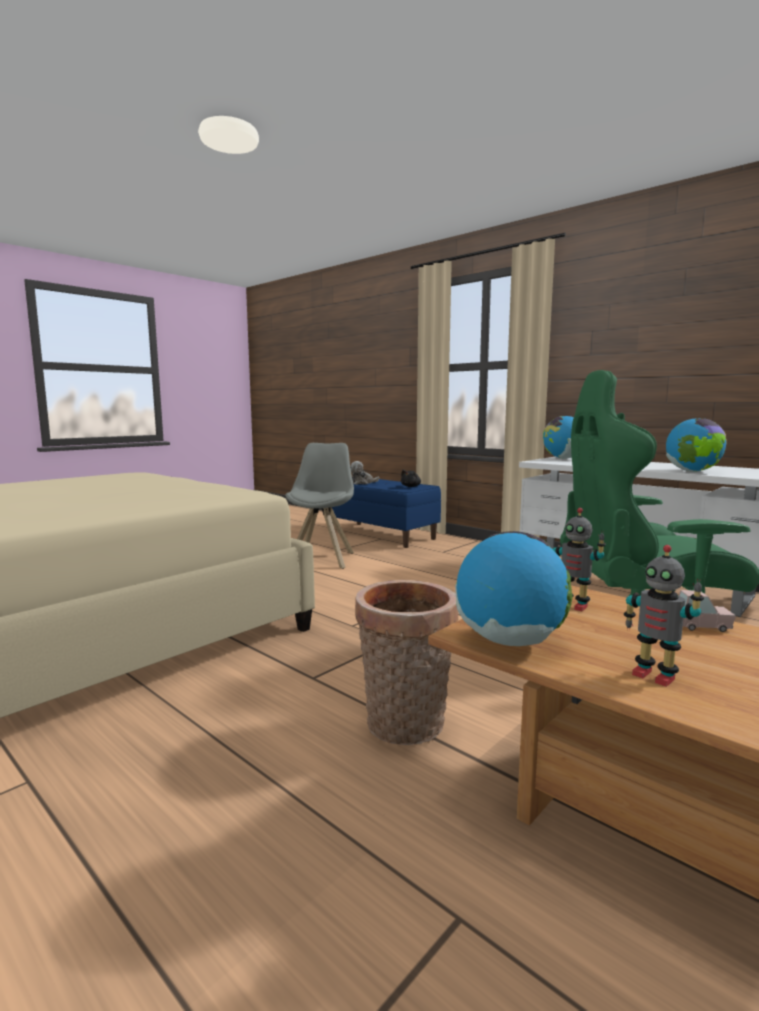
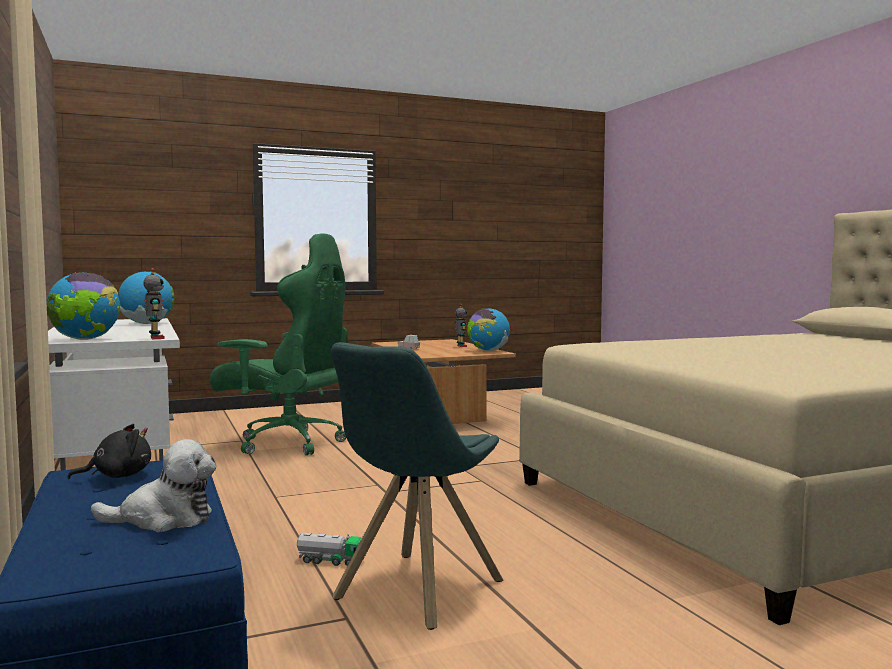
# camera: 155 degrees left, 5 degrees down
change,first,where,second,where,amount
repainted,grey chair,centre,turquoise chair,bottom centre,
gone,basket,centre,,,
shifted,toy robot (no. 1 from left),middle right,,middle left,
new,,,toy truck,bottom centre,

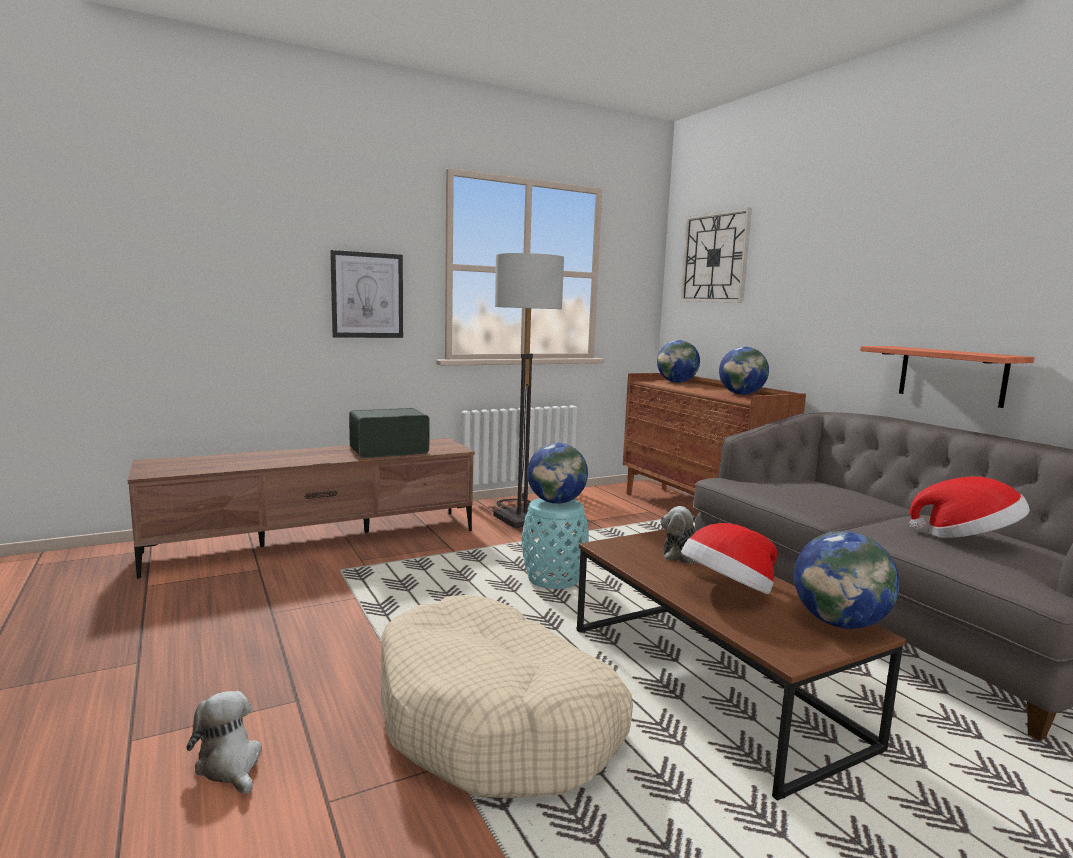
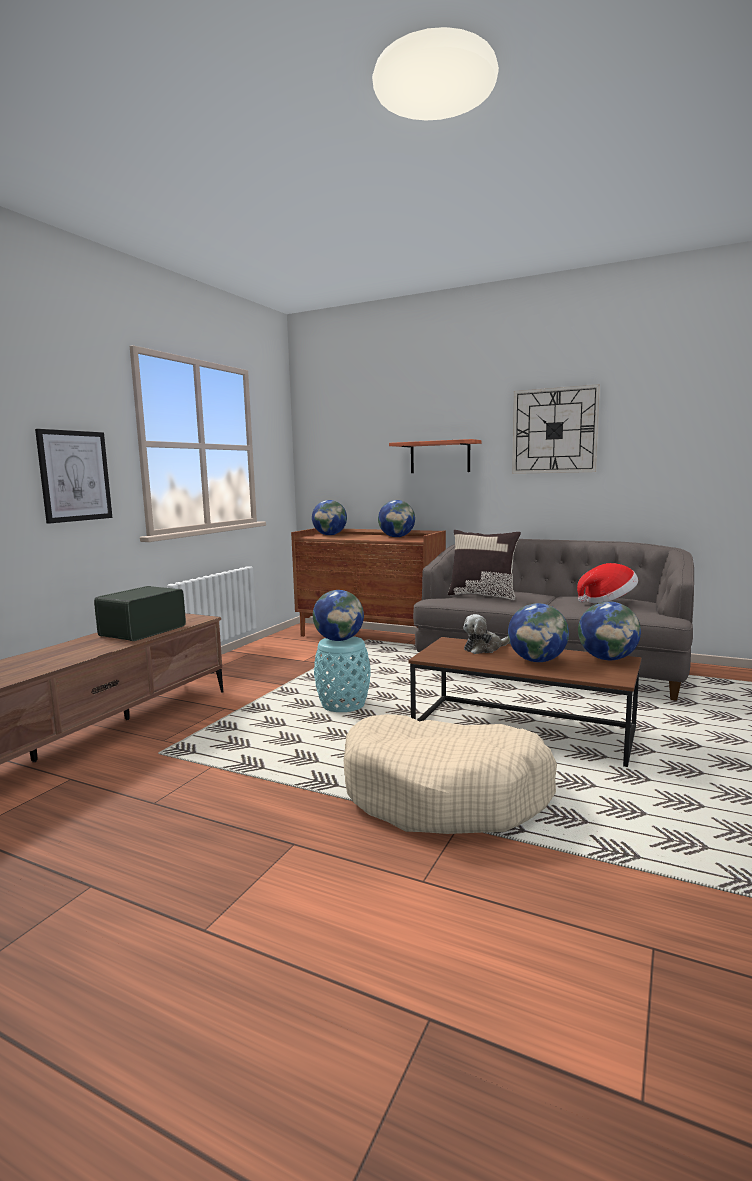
# camera: 35 degrees left, 0 degrees up
change,first,where,second,where,amount
gone,plush toy (no. 1 from left),bottom left,,,
gone,floor lamp,centre,,,
shifted,wall clock,top right,,middle right,
swapped,hat (no. 1 from left),middle right,globe (no. 4 from left),middle right,
shifted,shelf,middle right,,centre,
new,,,pillow,centre,

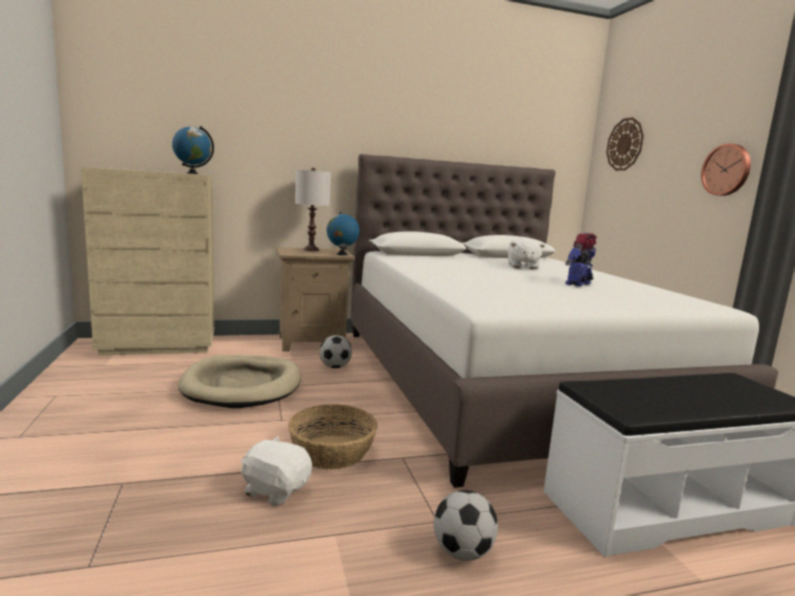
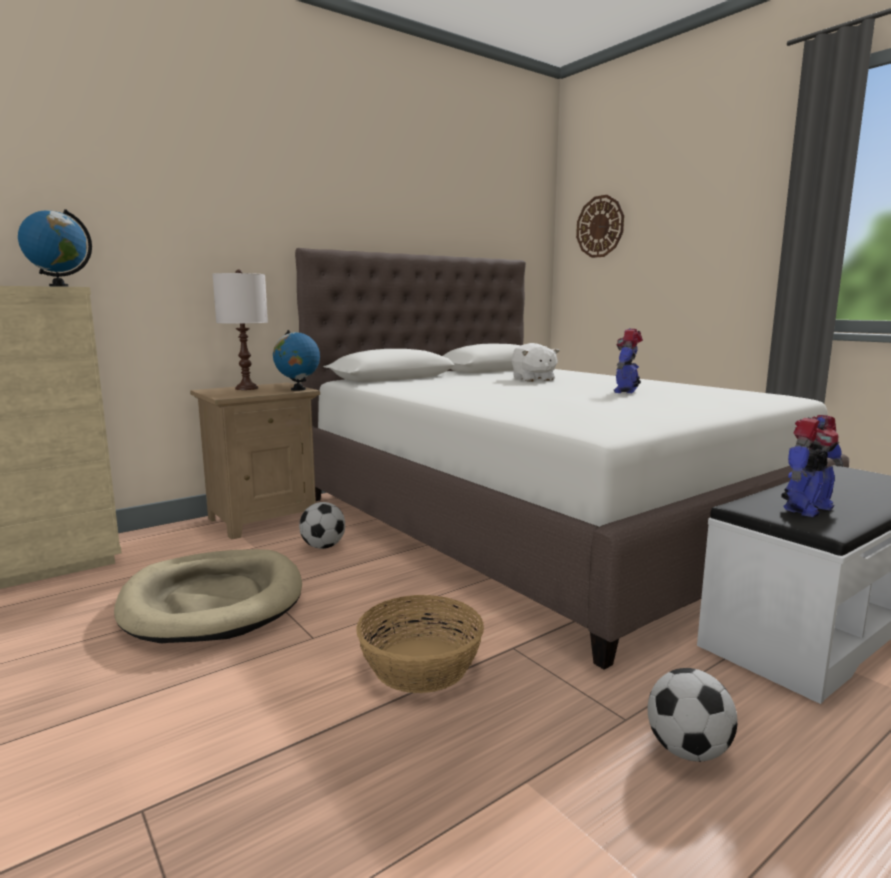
# camera: 20 degrees left, 0 degrees up
change,first,where,second,where,amount
gone,white plush toy (no. 1 from left),bottom centre,,,
gone,wall clock (no. 2 from left),top right,,,
new,,,toy robot (no. 2 from left),middle right,

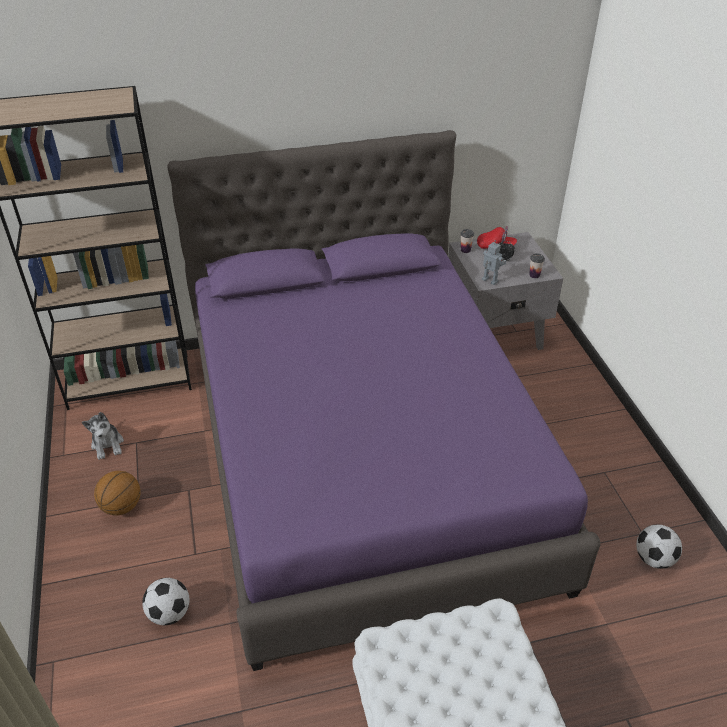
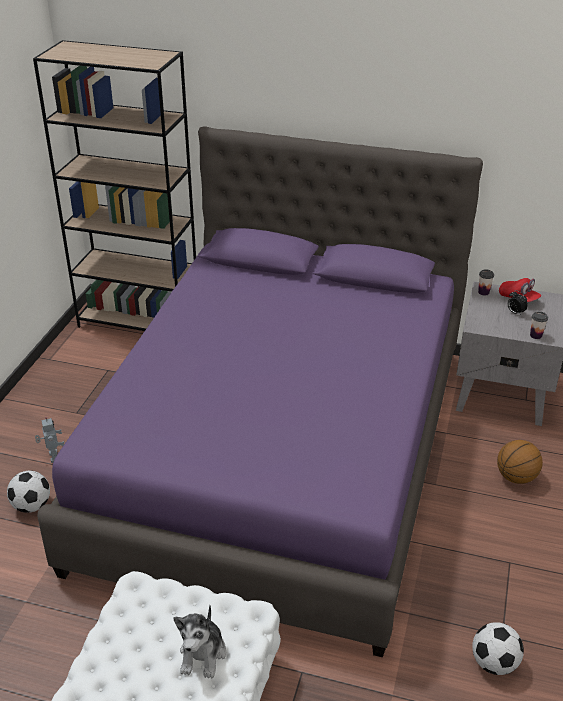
# camera: 30 degrees right, 5 degrees down
change,first,where,second,where,amount
shifted,plush toy,middle left,,bottom centre,
shifted,basketball,bottom left,,middle right,
shifted,toy robot,middle right,,middle left,

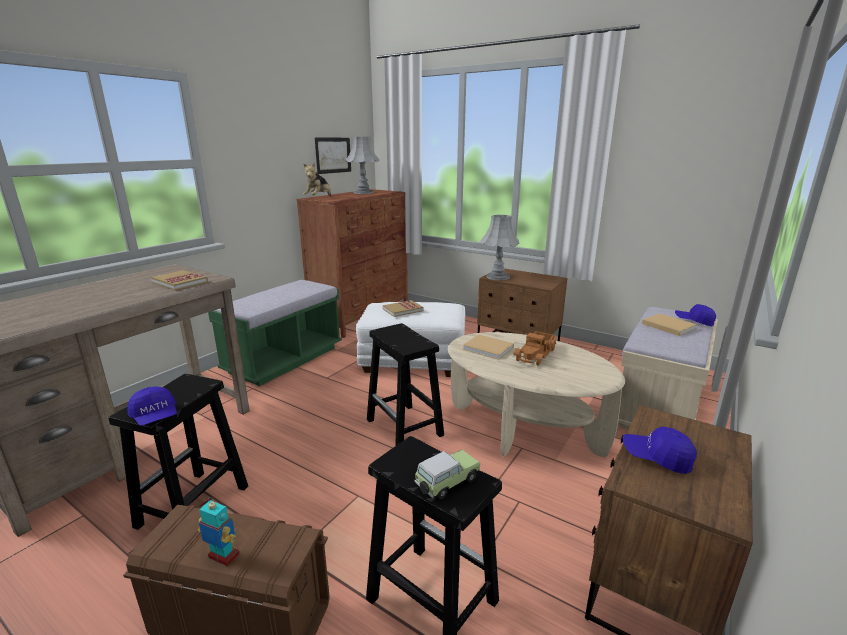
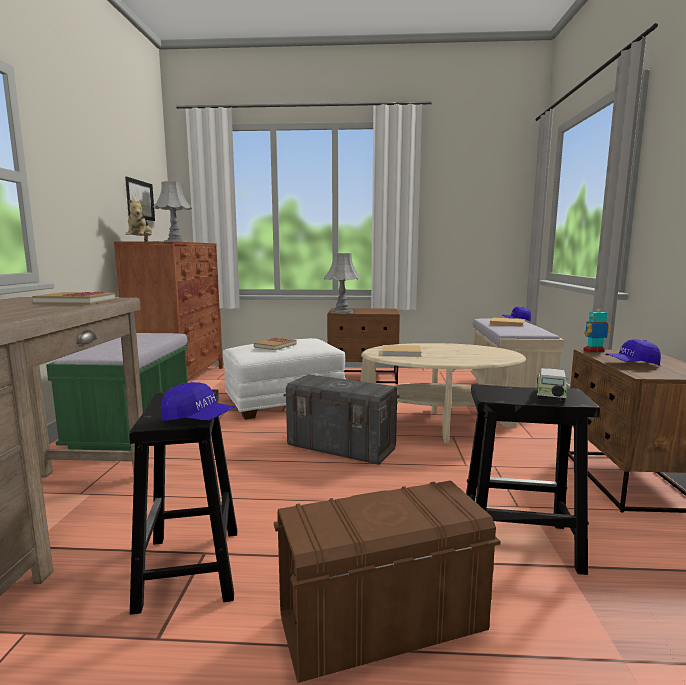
# camera: 30 degrees left, 10 degrees down
change,first,where,second,where,amount
shifted,toy robot,bottom left,,middle right,
swapped,black stool (no. 2 from left),centre,grey storage box,centre,
gone,toy truck,centre,,,

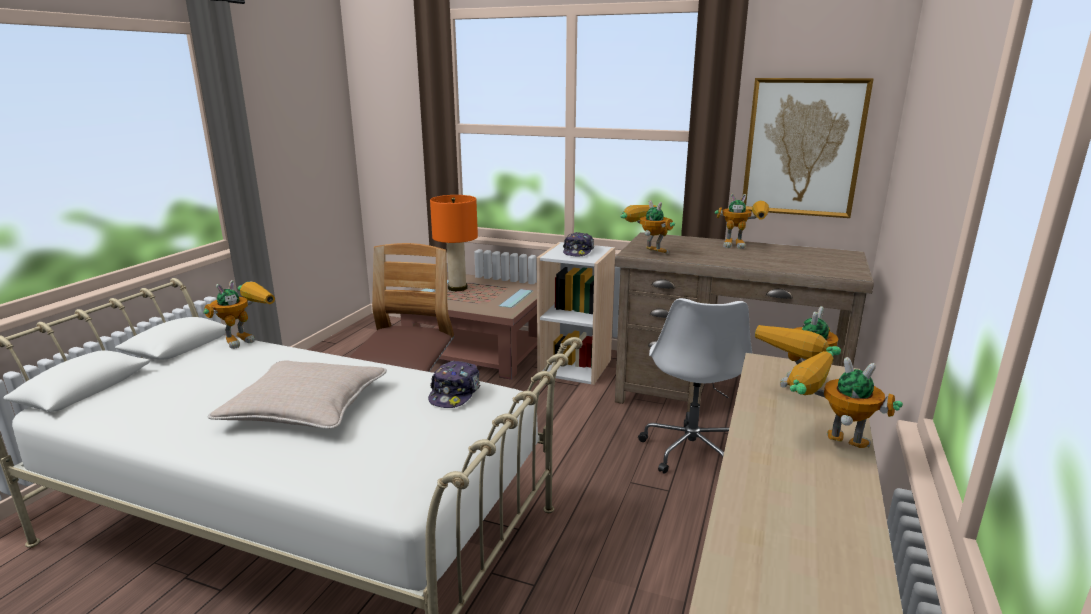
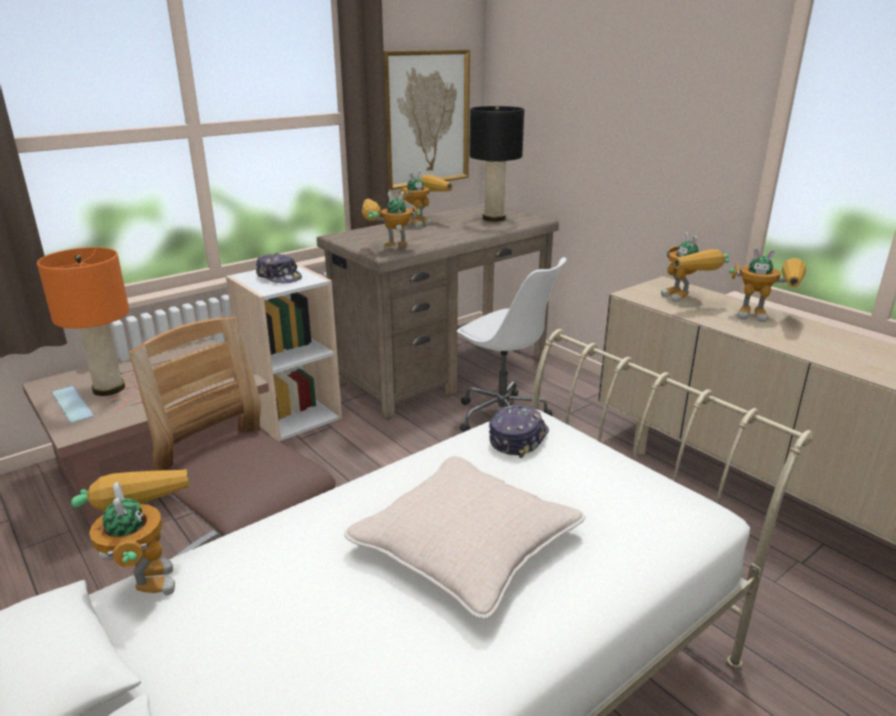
# camera: 60 degrees left, 5 degrees up
change,first,where,second,where,amount
rotated,cap (no. 1 from left in the first image),centre,cap (no. 2 from left),centre,105 degrees counterclockwise
rotated,toy robot (no. 5 from left),middle right,,middle right,135 degrees counterclockwise
new,,,black table lamp,top centre,

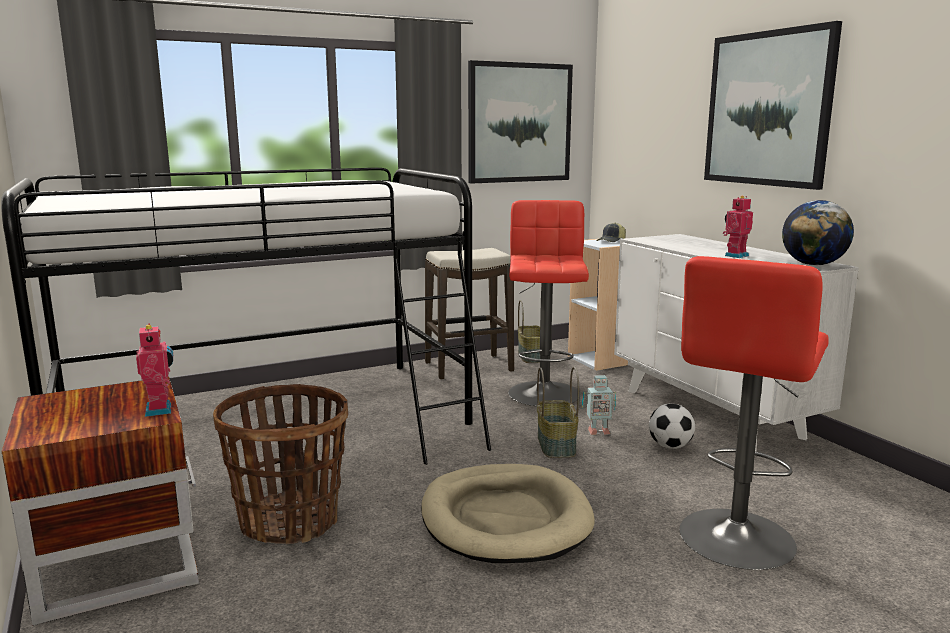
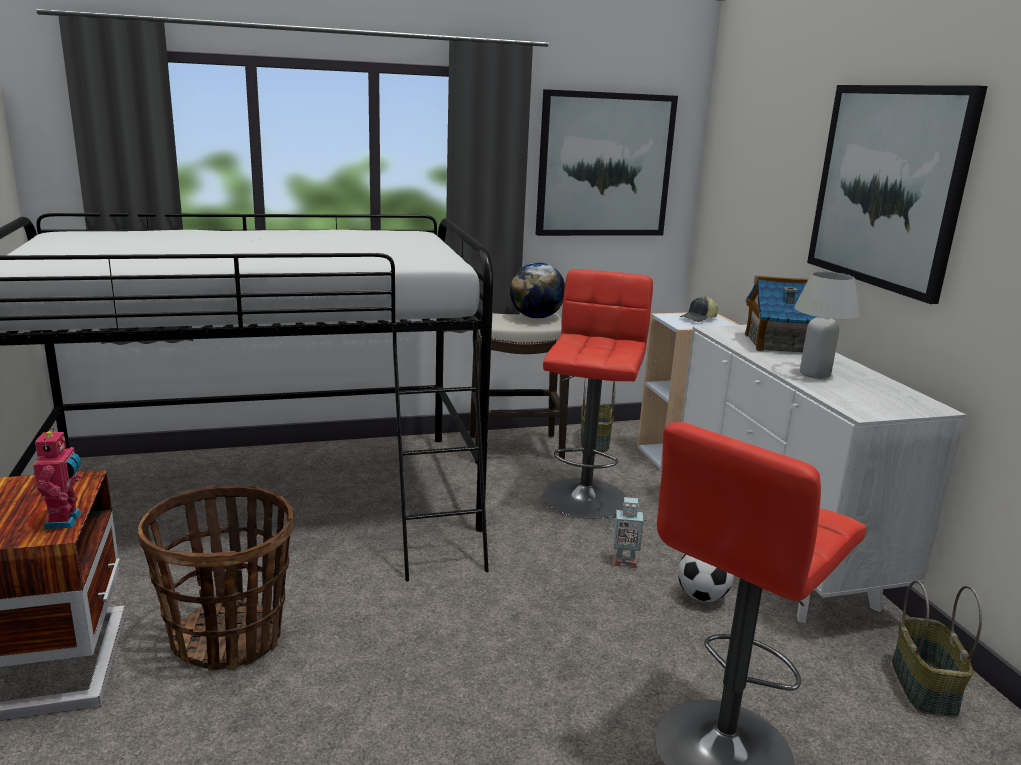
# camera: 10 degrees right, 5 degrees up
change,first,where,second,where,amount
gone,beige dog bed,bottom centre,,,
shifted,basket (no. 3 from left),centre,,bottom right,
swapped,toy robot (no. 3 from left),middle right,white table lamp,middle right,
shifted,globe,middle right,,centre,
new,,,toy house,middle right,

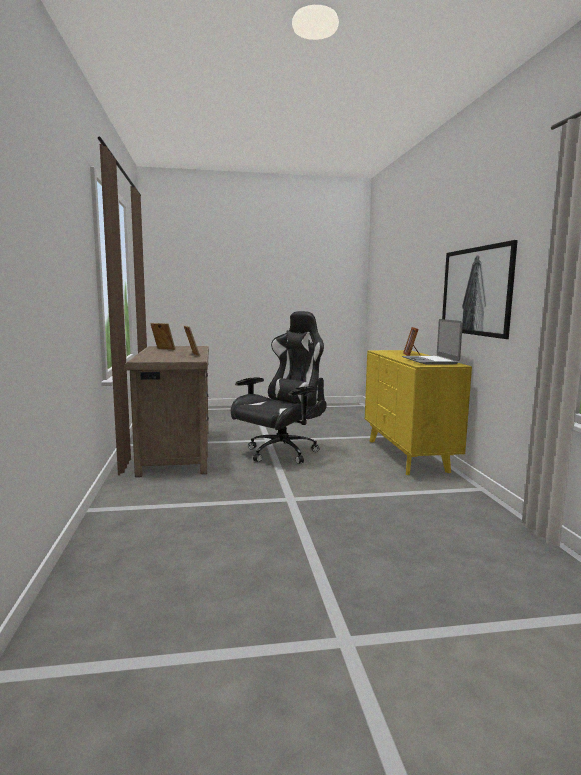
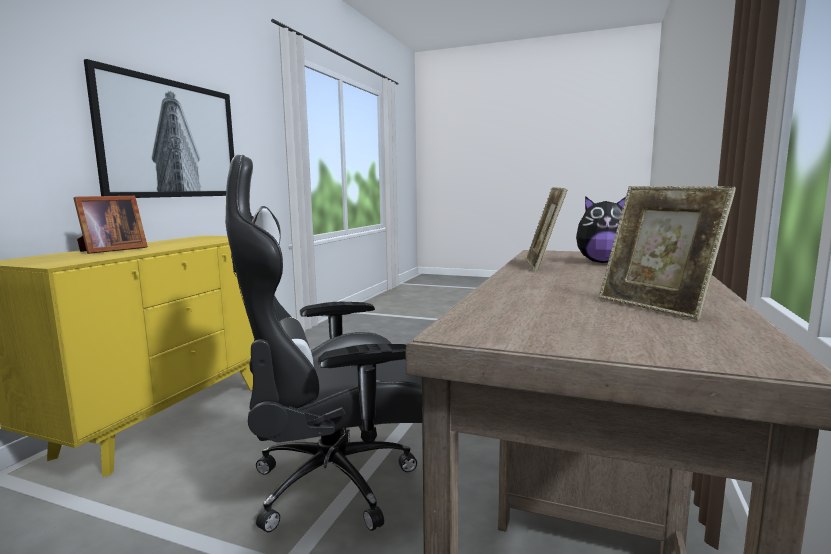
# camera: 150 degrees left, 0 degrees up
change,first,where,second,where,amount
gone,laptop,middle right,,,
new,,,plush toy,middle right,

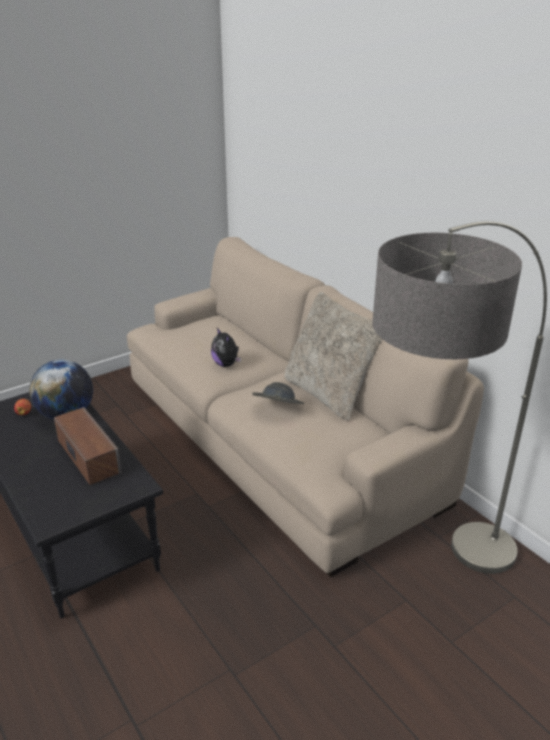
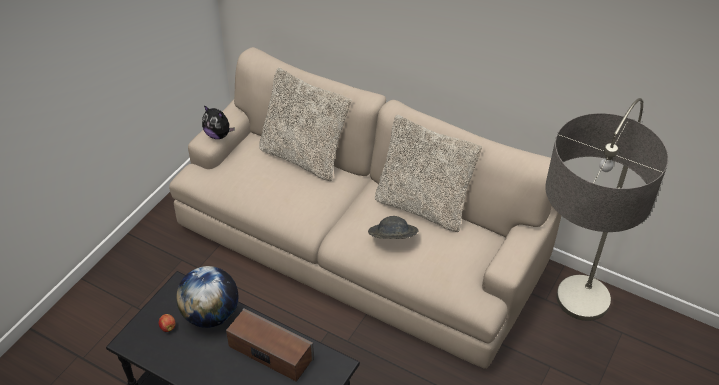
# camera: 25 degrees left, 15 degrees up
change,first,where,second,where,amount
shifted,plush toy,centre,,top left,
new,,,beige pillow (no. 1 from left),top centre,

